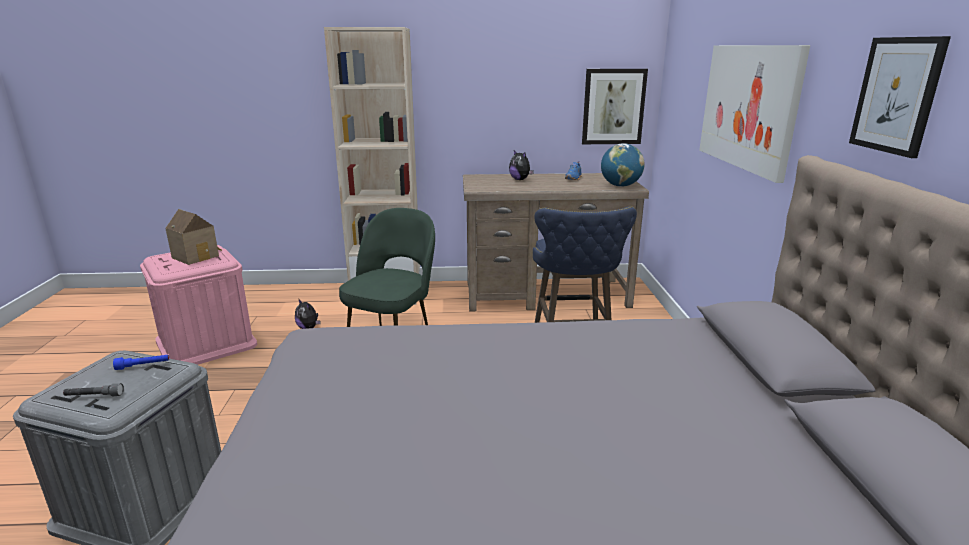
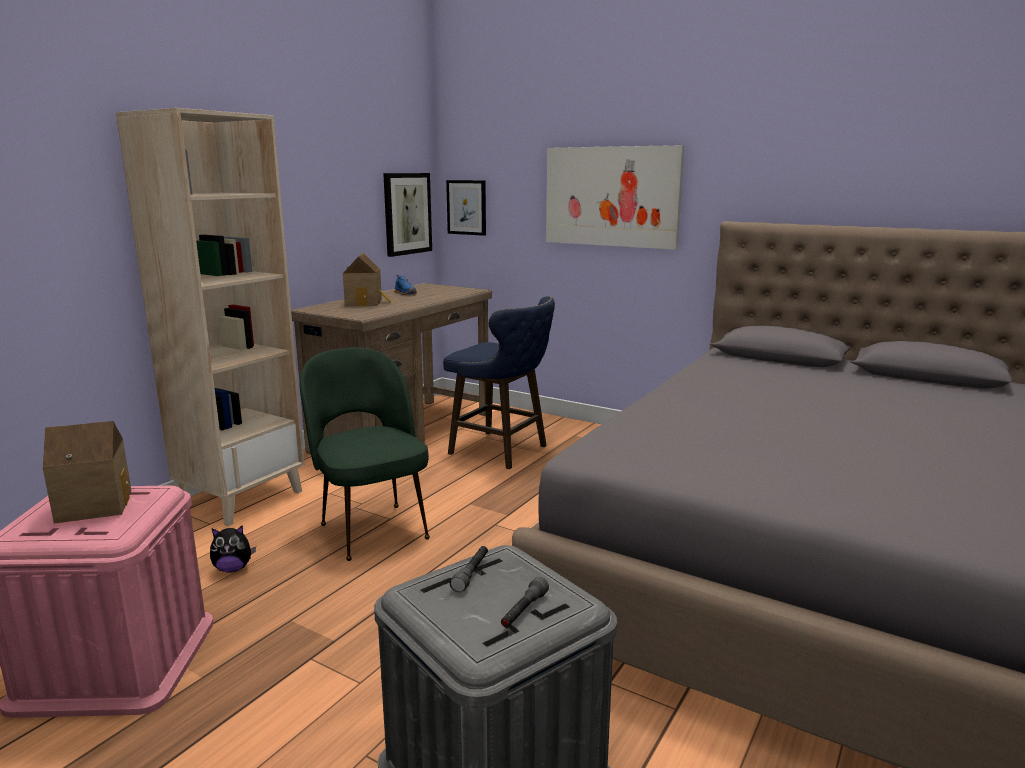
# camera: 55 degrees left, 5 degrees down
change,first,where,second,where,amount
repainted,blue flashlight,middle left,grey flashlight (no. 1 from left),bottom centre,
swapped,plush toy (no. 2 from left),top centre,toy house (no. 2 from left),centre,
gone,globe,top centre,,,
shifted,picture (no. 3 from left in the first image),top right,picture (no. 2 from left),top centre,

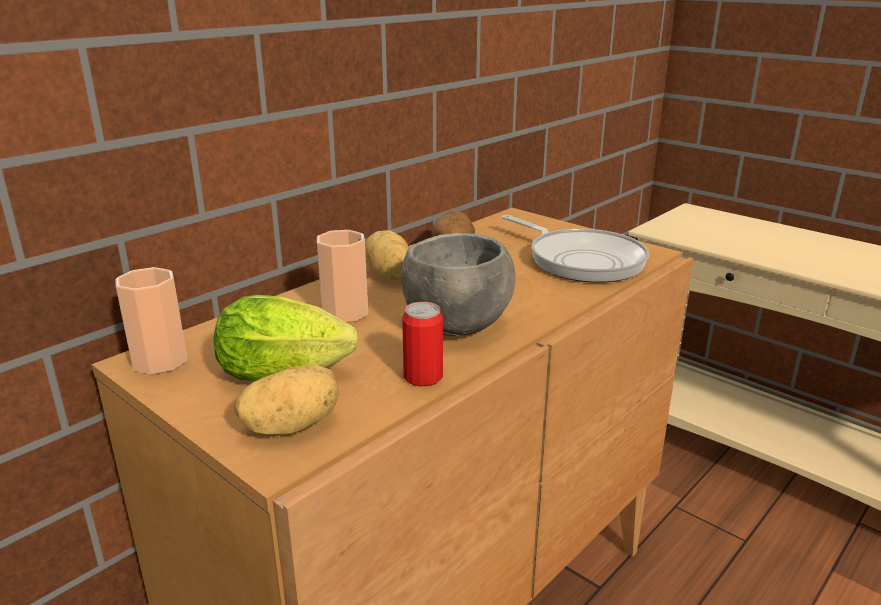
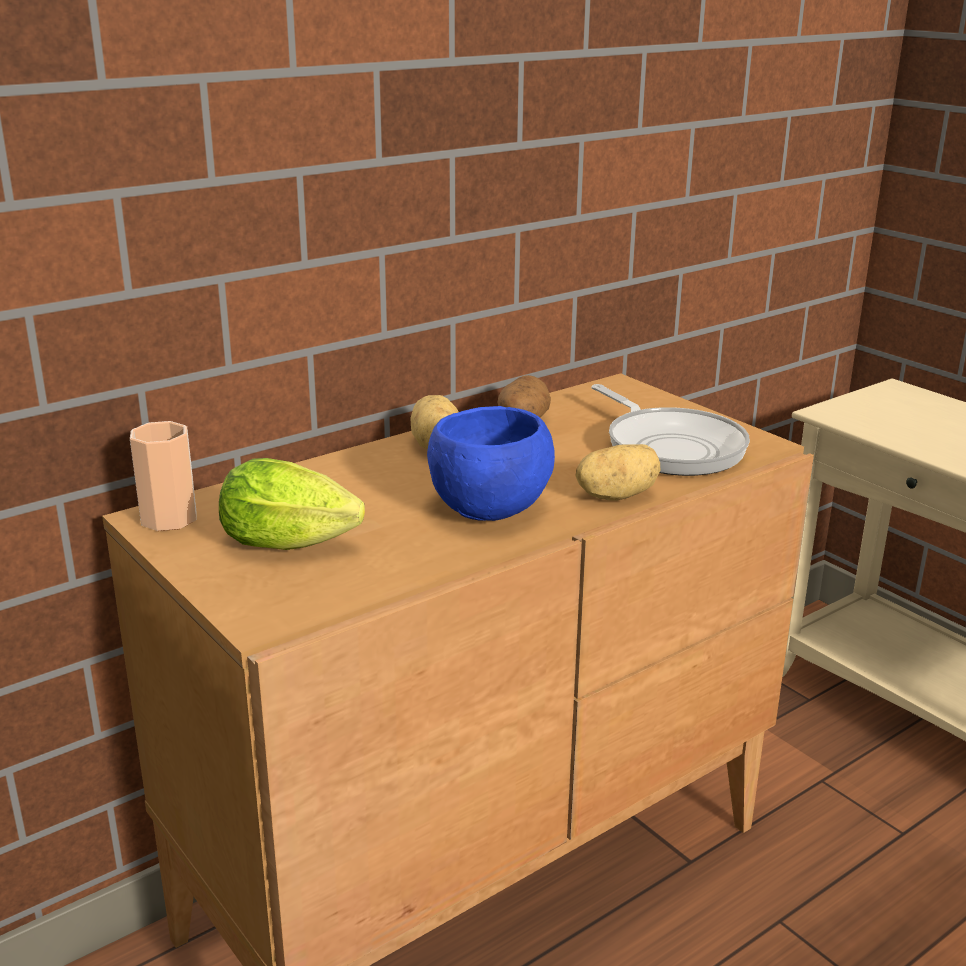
# camera: 10 degrees right, 0 degrees up
change,first,where,second,where,amount
shifted,potato (no. 1 from left in the first image),middle left,potato (no. 3 from left),centre,
gone,cup (no. 2 from left),centre,,,
repainted,grey bowl,centre,blue bowl,centre,
gone,can,centre,,,

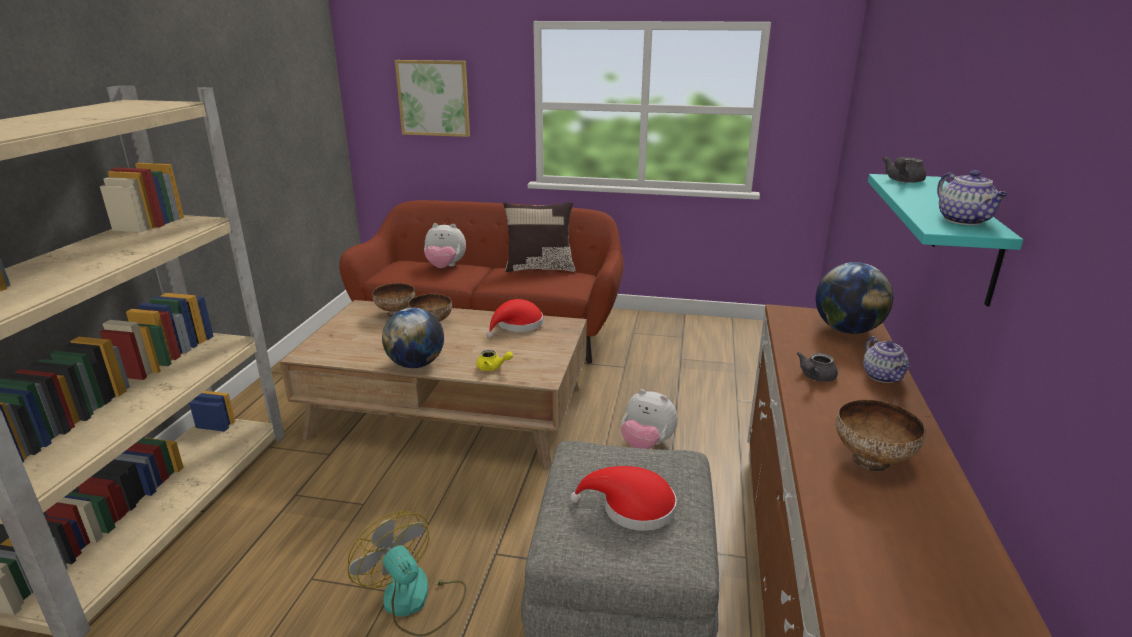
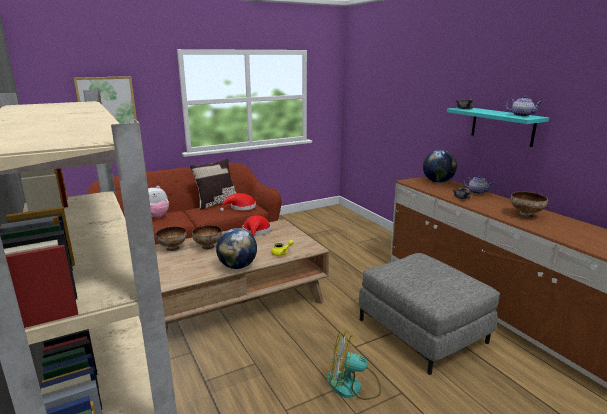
# camera: 40 degrees left, 5 degrees down
change,first,where,second,where,amount
shifted,red hat (no. 2 from left in the first image),bottom centre,red hat (no. 1 from left),centre,
gone,plush toy (no. 2 from left),centre,,,

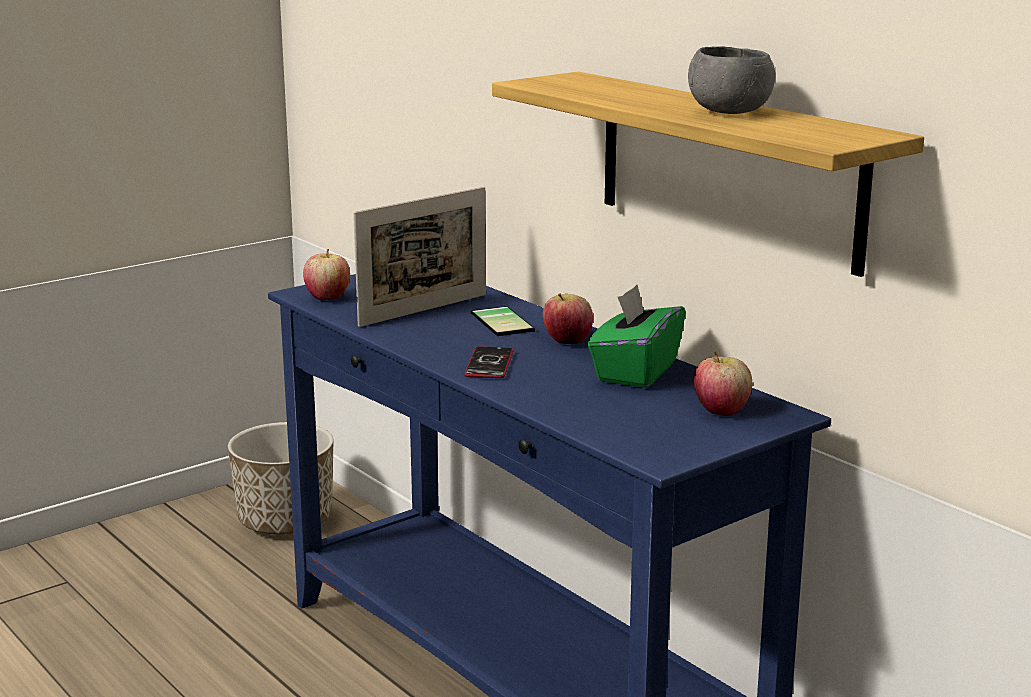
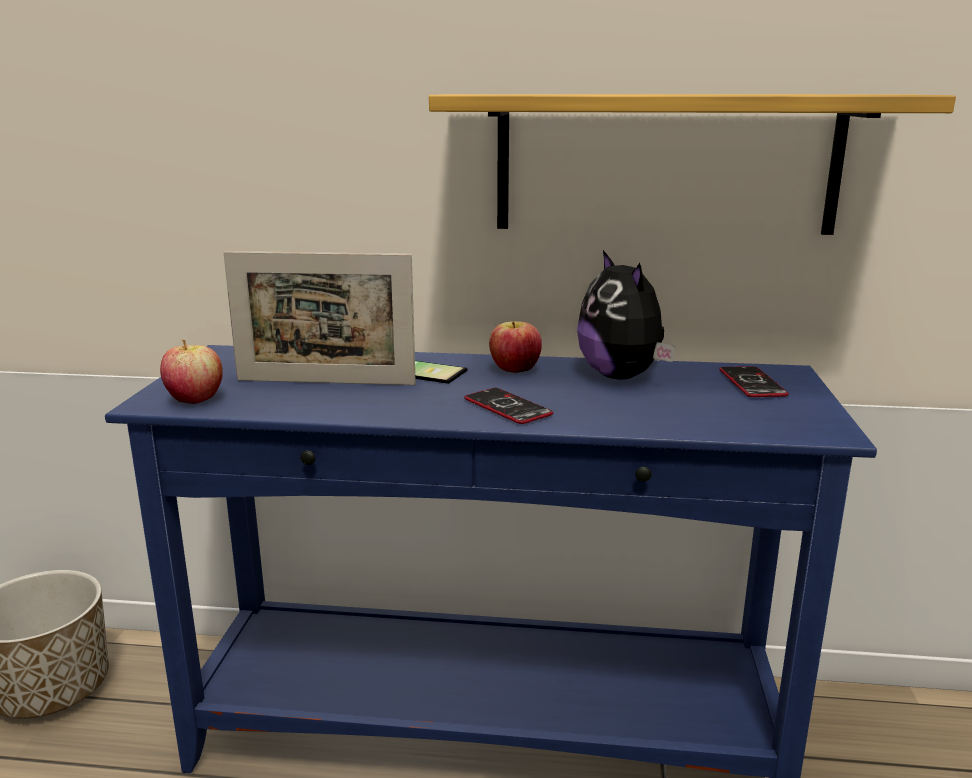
# camera: 45 degrees left, 0 degrees up
change,first,where,second,where,amount
rotated,picture frame,centre,,middle left,90 degrees clockwise
swapped,green tissue box,centre,plush toy,centre,
gone,grey bowl,top right,,,
swapped,apple (no. 3 from left),middle right,phone (no. 3 from left),middle right,

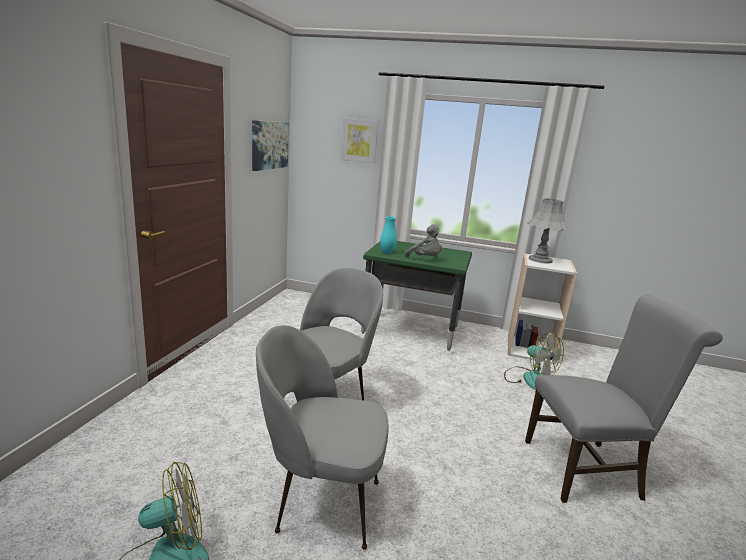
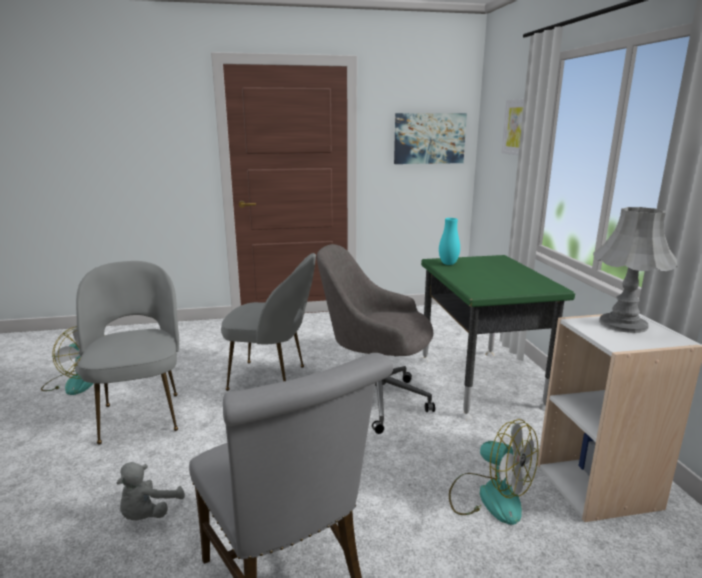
# camera: 65 degrees right, 0 degrees up
change,first,where,second,where,amount
shifted,grey plush toy,centre,,bottom left,
rotated,fan (no. 2 from left),middle right,,bottom right,75 degrees counterclockwise
new,,,grey office chair,centre,

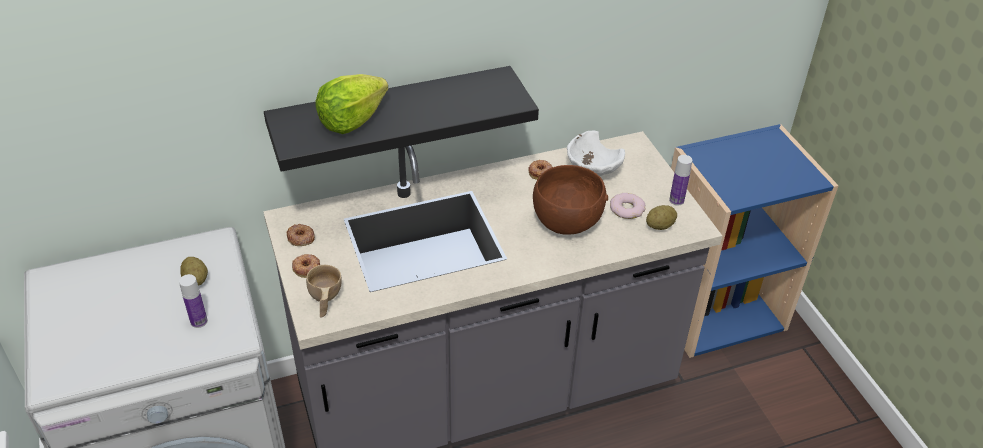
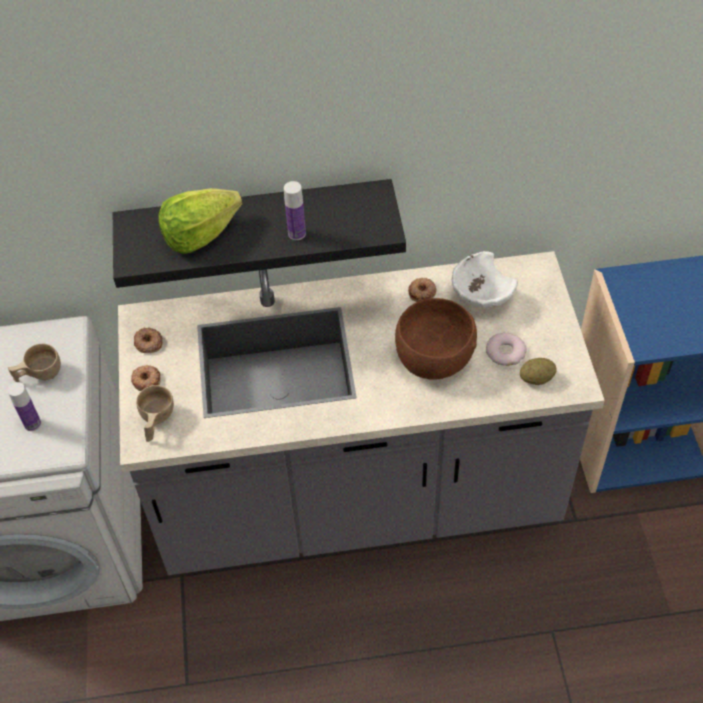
# camera: 15 degrees right, 10 degrees up
change,first,where,second,where,amount
swapped,potato (no. 1 from left),middle left,beige cup (no. 1 from left),middle left,
shifted,bottle (no. 2 from left),middle right,,top centre,

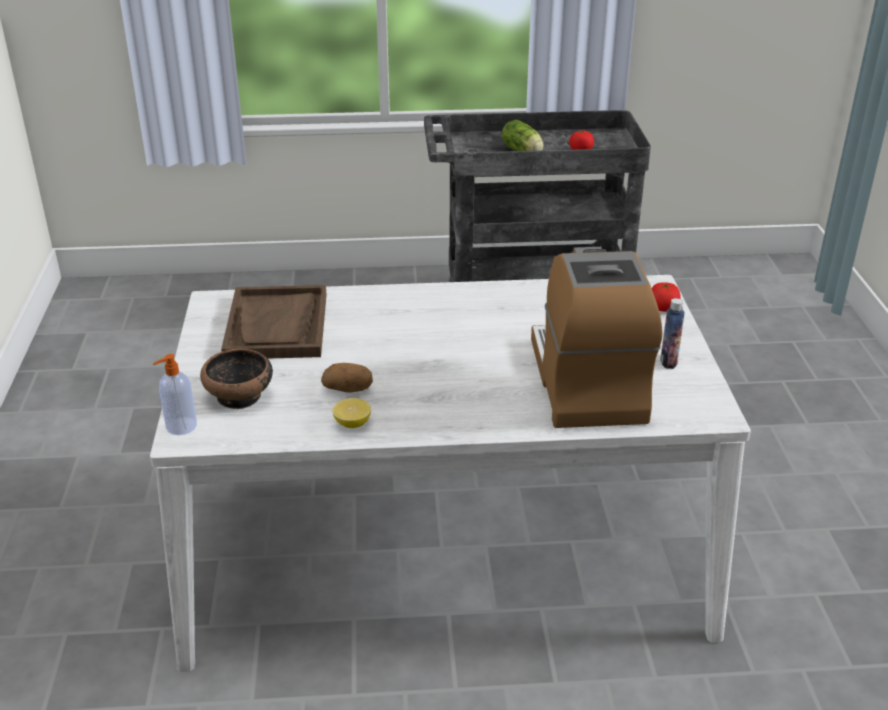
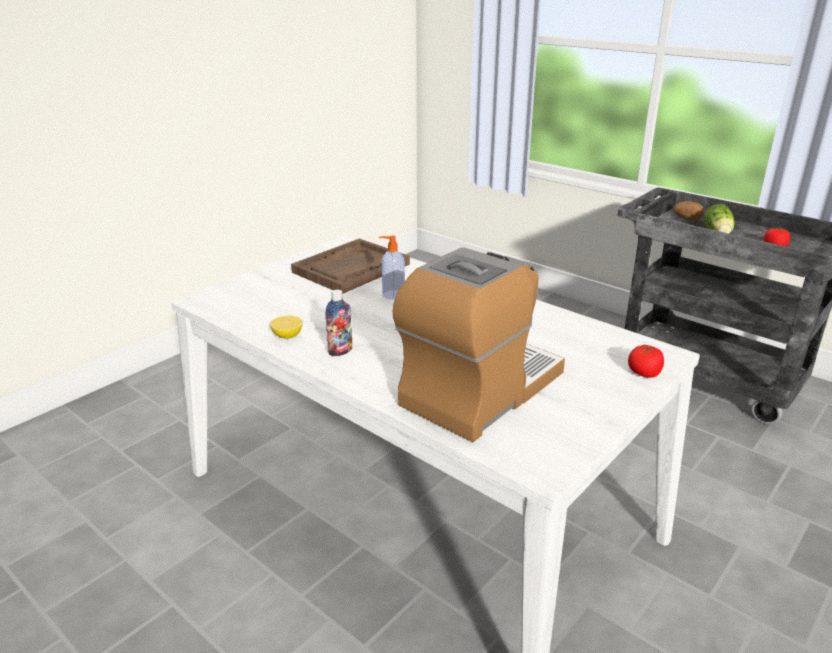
# camera: 45 degrees right, 5 degrees down
change,first,where,second,where,amount
shifted,soap dispenser,middle left,,centre,
gone,bowl,middle left,,,
shifted,potato,centre,,top right,
shifted,bottle,middle right,,centre,

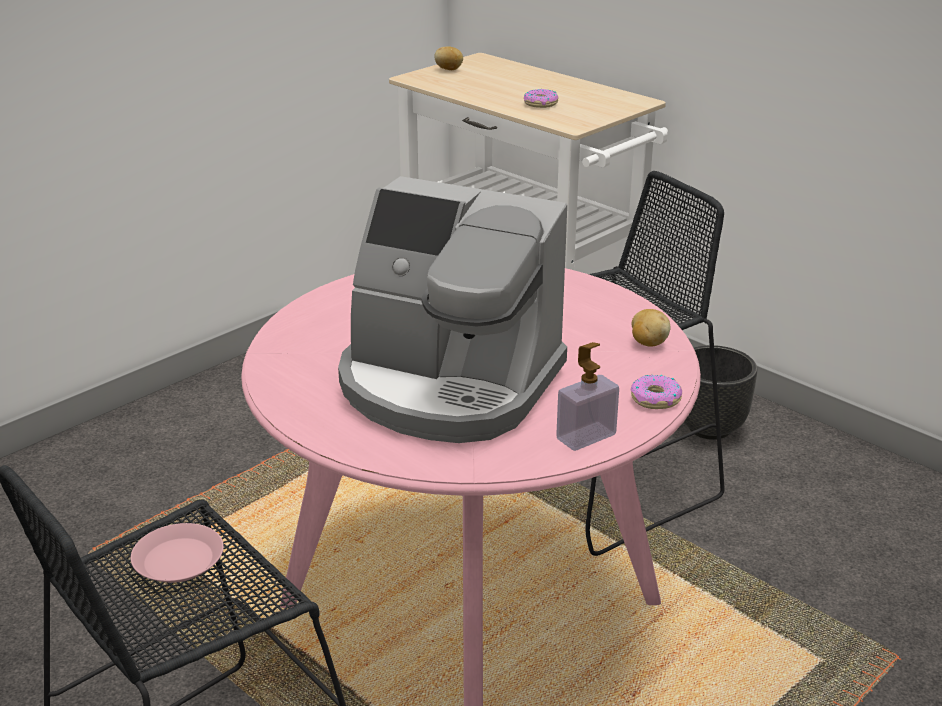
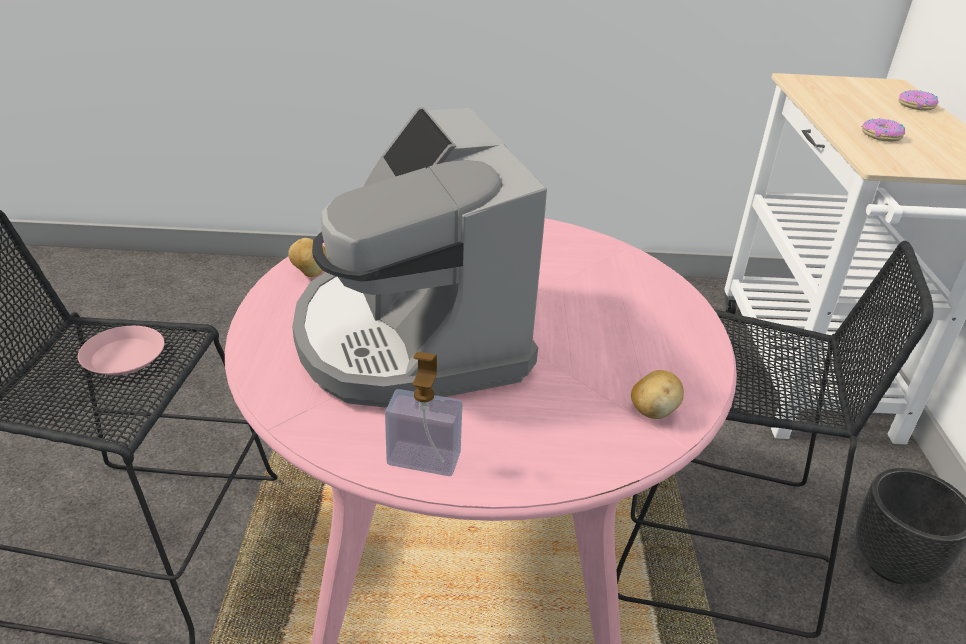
# camera: 45 degrees right, 5 degrees up
change,first,where,second,where,amount
shifted,potato (no. 1 from left),top centre,,middle left,
shifted,donut (no. 2 from left),middle right,,top right,

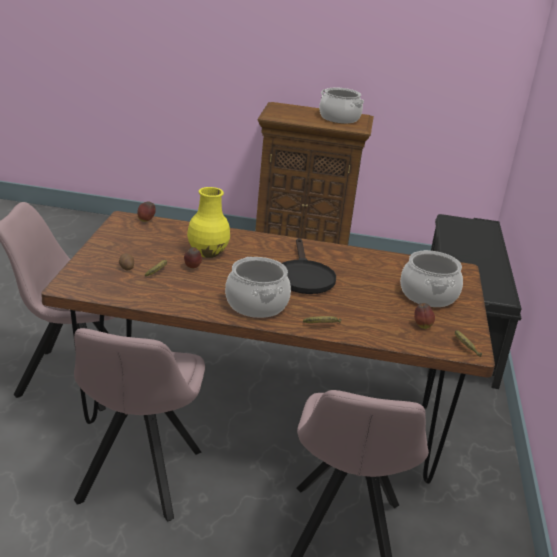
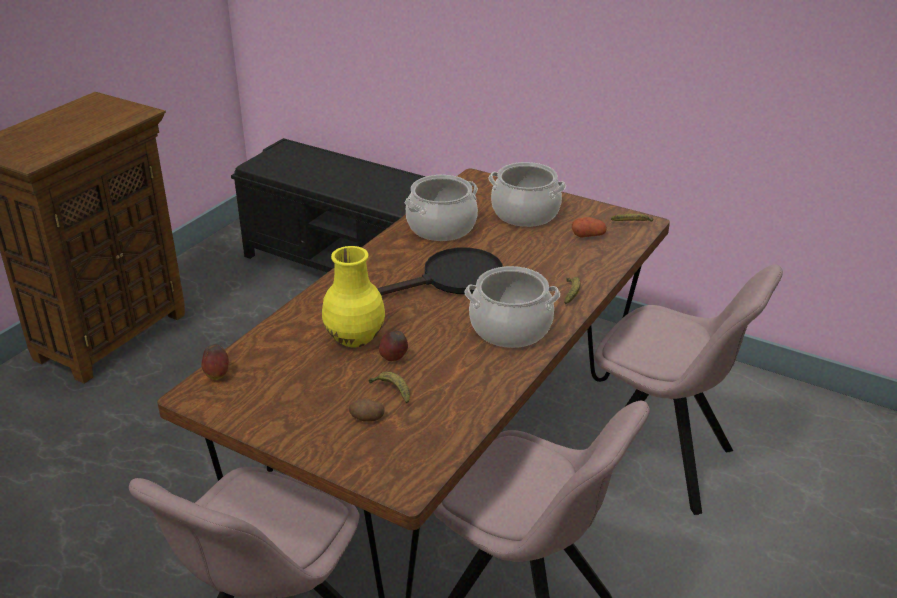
# camera: 65 degrees left, 5 degrees up
change,first,where,second,where,amount
rotated,black frying pan,centre,,centre,45 degrees counterclockwise
shifted,cooking pot (no. 2 from left in the first image),top centre,cooking pot (no. 1 from left),centre,
swapped,apple (no. 3 from left),middle right,potato (no. 2 from left),centre,

